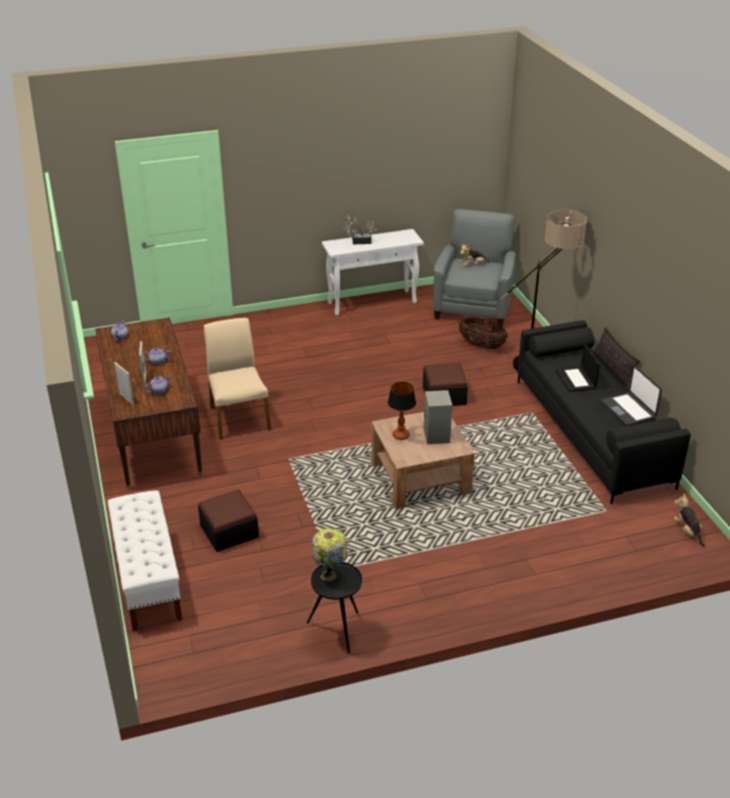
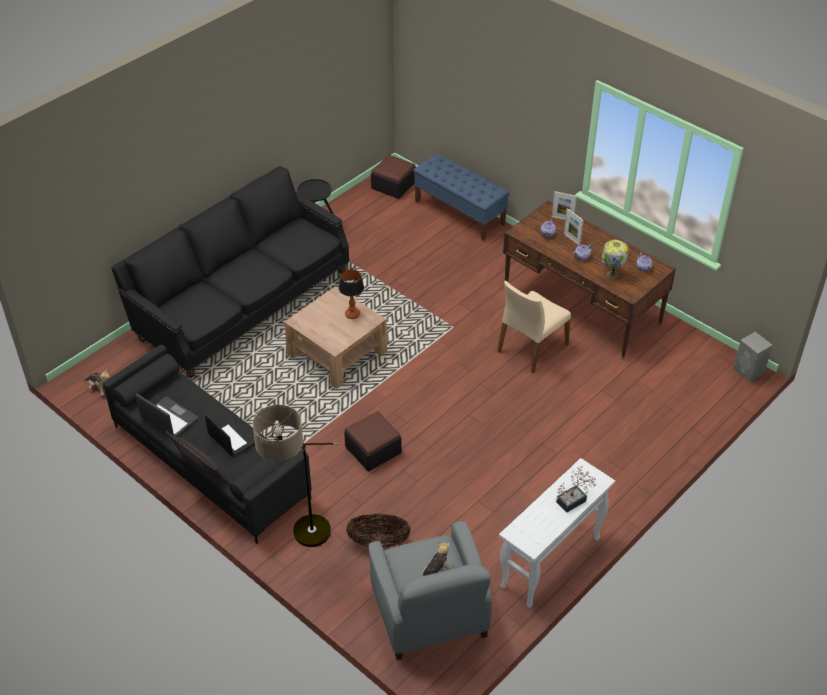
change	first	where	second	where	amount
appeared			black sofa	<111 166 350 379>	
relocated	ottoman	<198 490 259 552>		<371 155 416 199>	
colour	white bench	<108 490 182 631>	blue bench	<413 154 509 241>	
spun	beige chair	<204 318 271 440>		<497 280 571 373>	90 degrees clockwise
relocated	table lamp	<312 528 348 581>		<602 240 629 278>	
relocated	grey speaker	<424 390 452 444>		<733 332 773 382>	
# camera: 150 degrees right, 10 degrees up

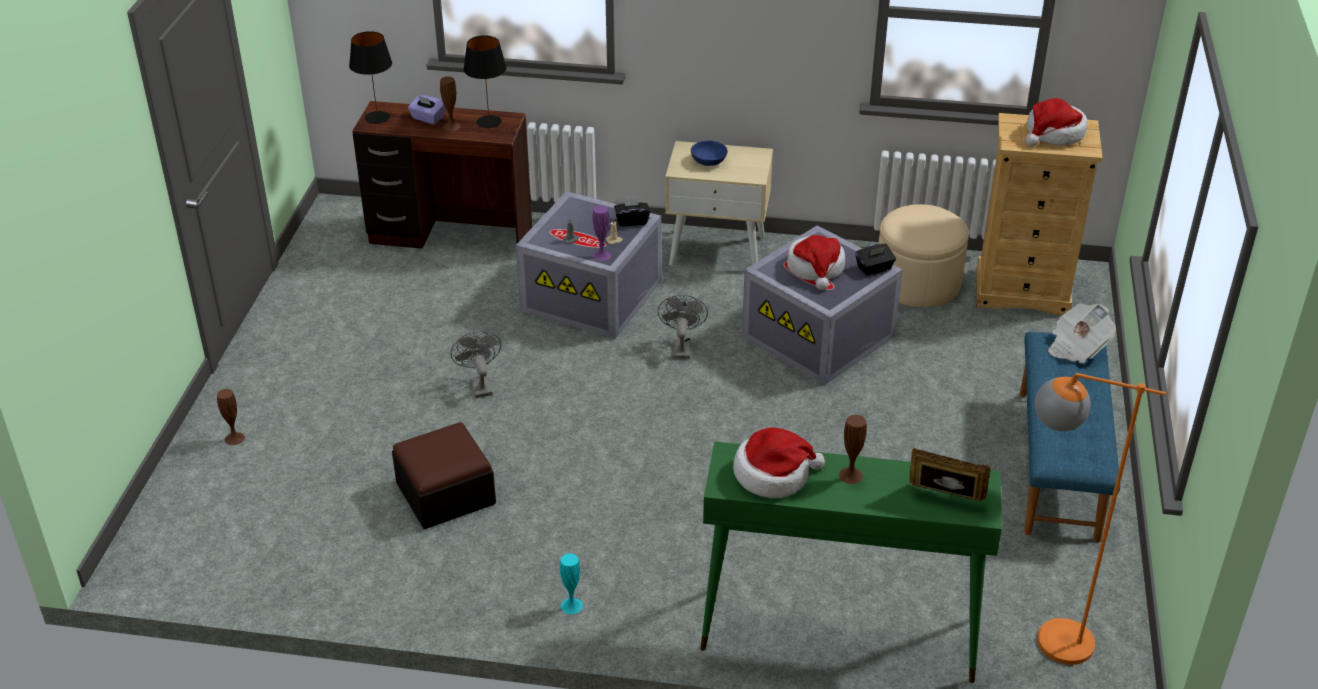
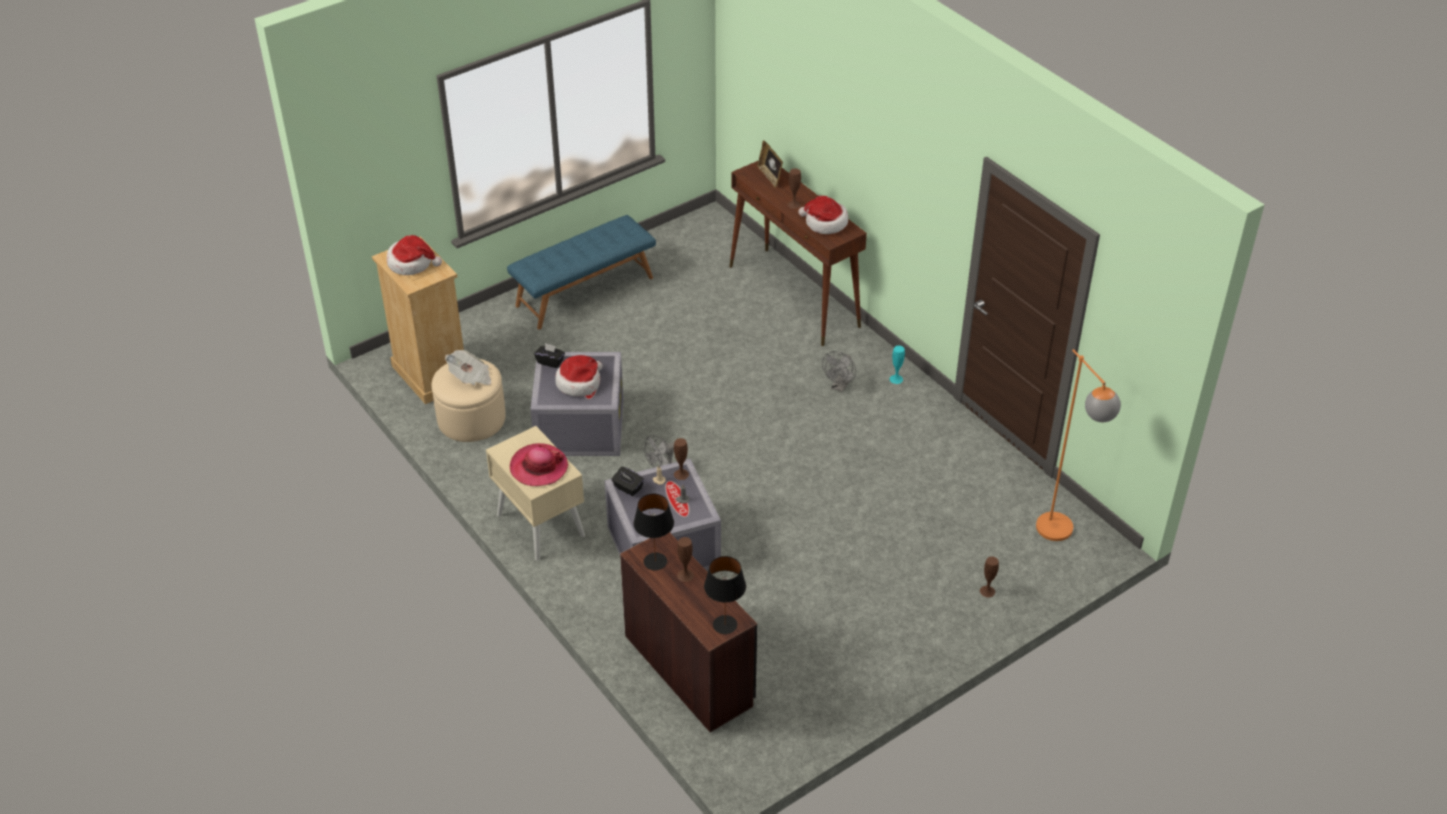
change	first	where	second	where	amount
relocated	newspaper	<1048 304 1116 364>		<445 350 491 385>	
exchanged	blue bowl	<691 140 728 166>	hat	<510 443 568 486>	
colour	purple vase	<593 205 611 261>	brown vase	<674 438 689 480>	
colour	green console table	<700 441 1002 683>	brown console table	<730 160 867 346>	
relocated	grey fan	<450 331 501 398>		<822 351 856 392>	
relocated	orange floor lamp	<1035 373 1166 665>		<1036 349 1121 541>	
missing	ottoman	<392 422 496 529>			
missing	purple tissue box	<408 95 445 124>			
# camera: 135 degrees left, 5 degrees up

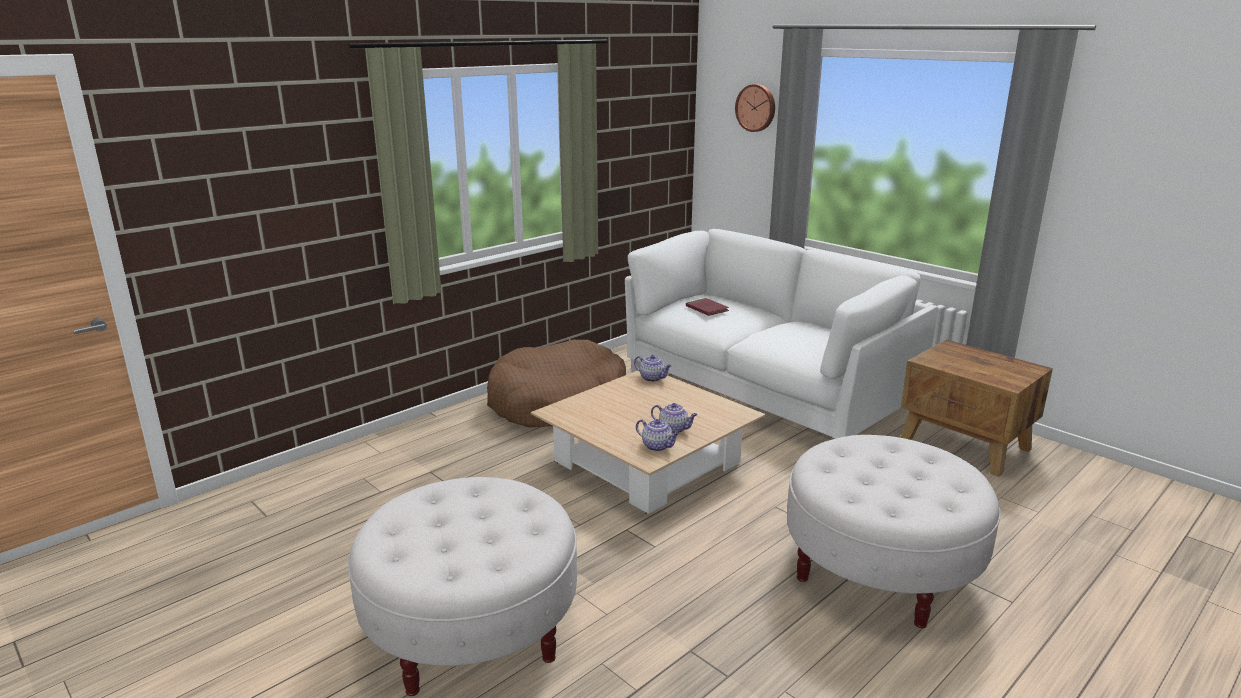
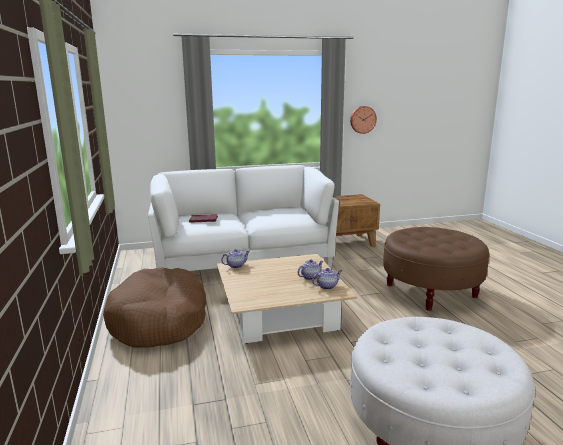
change	first	where	second	where	amount
relocated	wall clock	<735 84 775 132>		<350 106 377 134>	
colour	white ottoman	<787 435 1001 628>	brown ottoman	<383 227 490 311>	
# camera: 60 degrees left, 5 degrees down

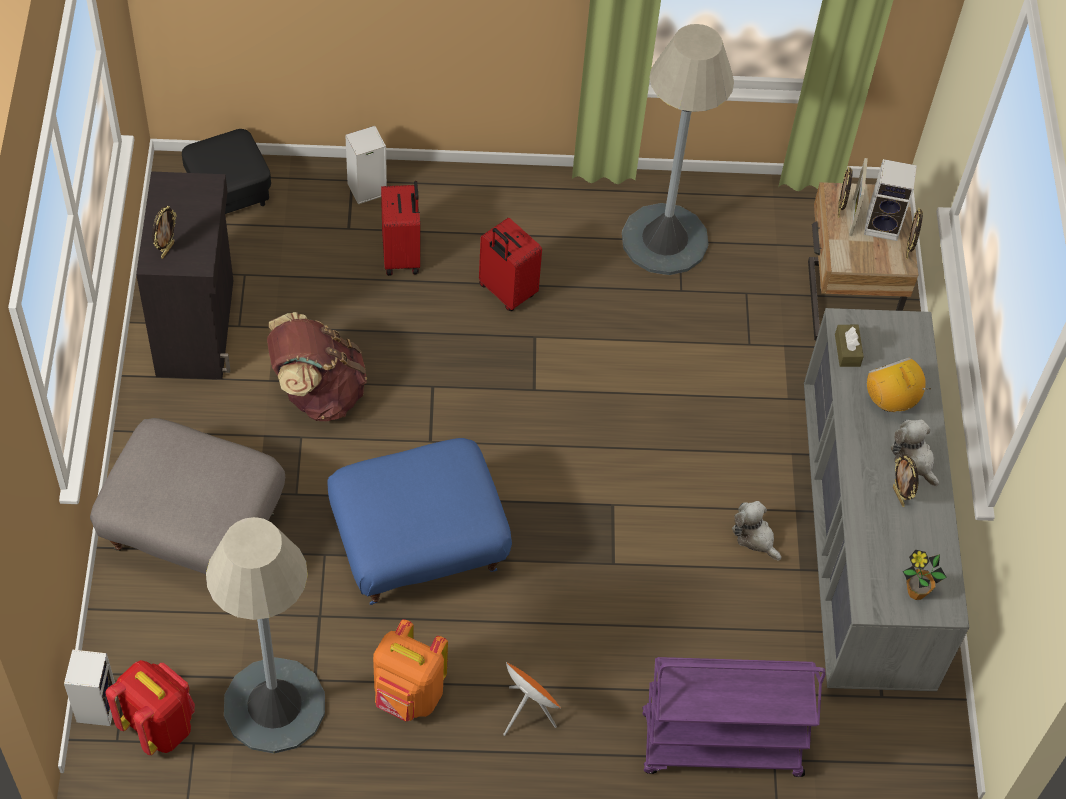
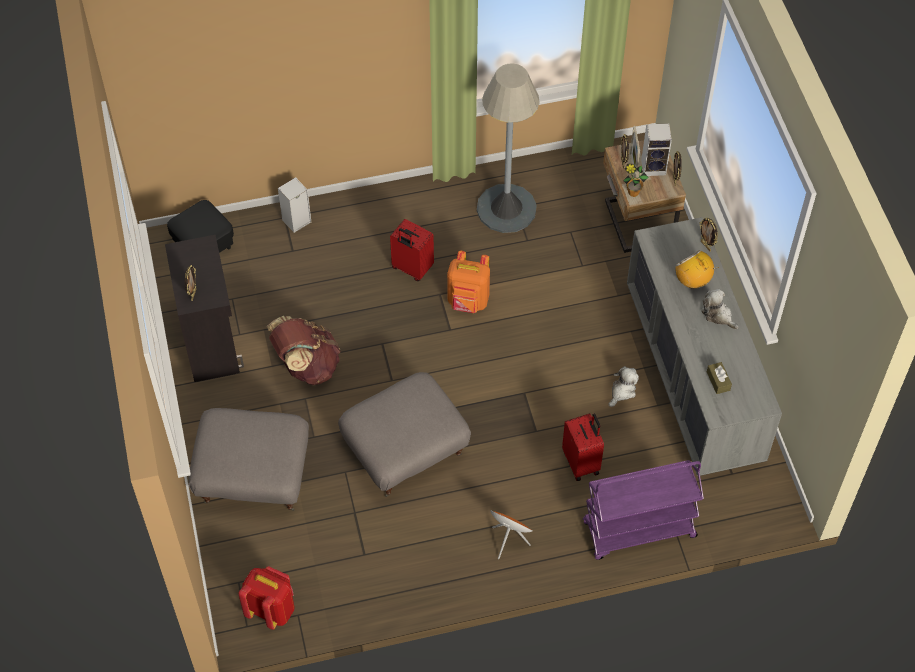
change	first	where	second	where	amount
colour	blue ottoman	<327 438 512 605>	grey ottoman	<338 372 471 497>	
relocated	orange backpack	<373 619 448 721>		<447 251 490 313>	
relocated	red suitcase	<381 181 420 276>		<562 413 604 481>	
spun	plush toy	<732 501 781 561>		<608 366 639 407>	90 degrees clockwise
relocated	potted plant	<903 550 947 600>		<623 164 649 197>	
relocated	picture frame	<893 455 919 507>		<699 218 718 251>	
relocated	brown tissue box	<835 325 864 367>		<707 362 732 394>	
missing	speaker	<64 649 117 726>			
missing	grey floor lamp	<206 517 325 754>			
# camera: 10 degrees left, 0 degrees up

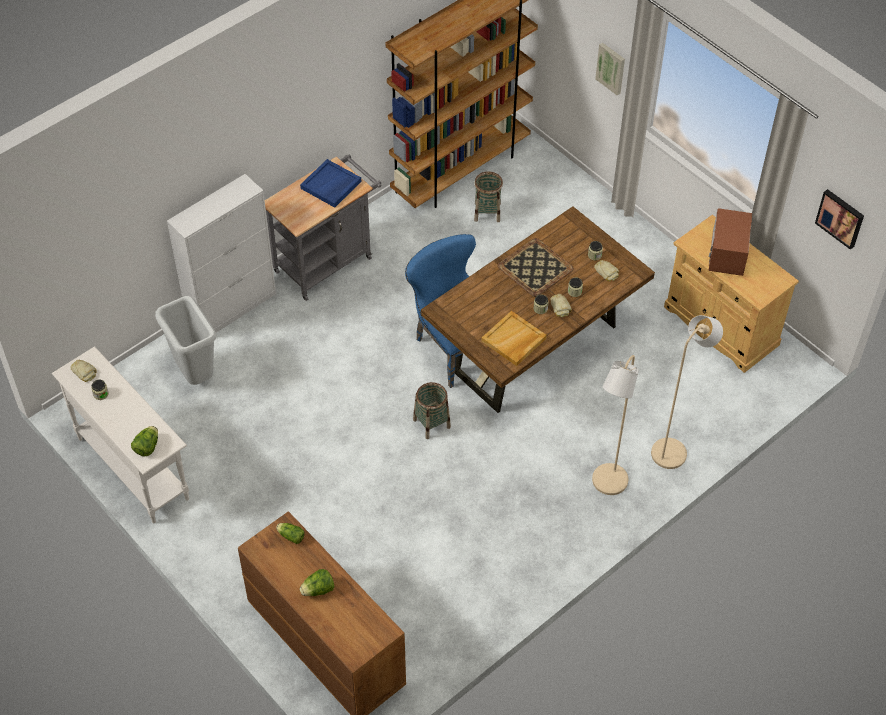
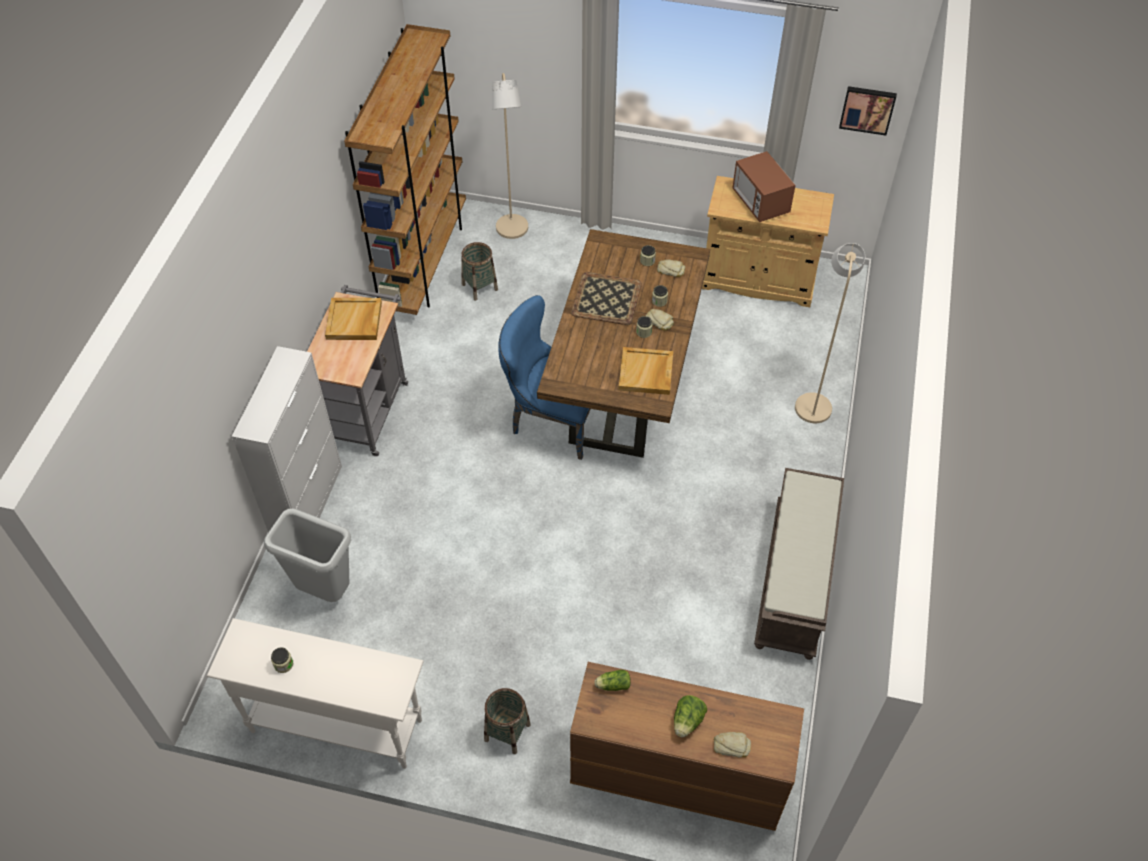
change	first	where	second	where	amount
colour	blue tray	<300 159 361 208>	beige tray	<325 298 382 340>	
relocated	basket	<413 382 451 439>		<484 688 531 754>	
relocated	beige floor lamp	<592 355 639 495>		<492 73 528 239>	
relocated	bread	<71 360 97 382>		<714 732 751 757>	
appeared			brown bench	<754 468 844 660>	
missing	lettuce	<131 426 158 456>			
missing	picture	<595 43 625 96>			
# camera: 35 degrees left, 0 degrees up

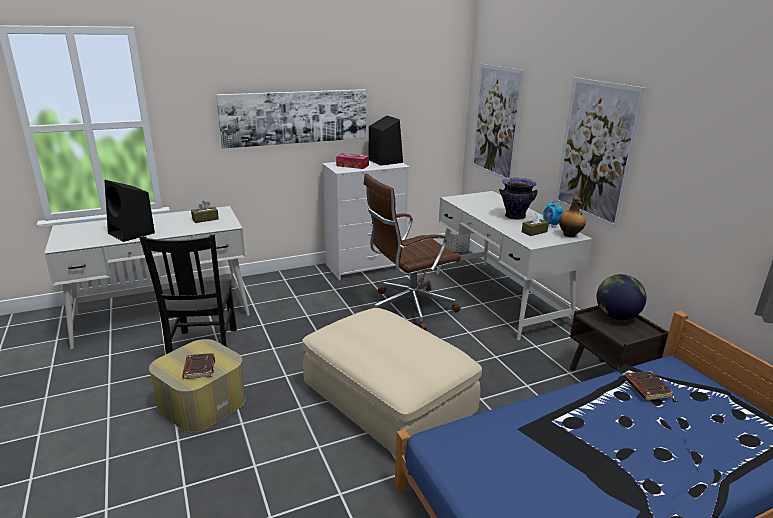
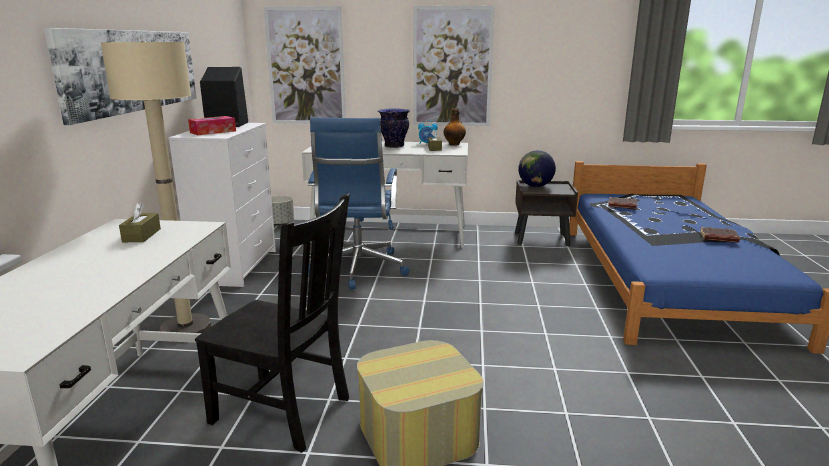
change	first	where	second	where	amount
appeared			beige floor lamp	<101 41 211 333>	
colour	brown office chair	<364 174 461 330>	blue office chair	<308 117 409 290>	
relocated	brown book	<182 353 215 379>		<700 227 740 243>	
missing	black speaker	<104 180 155 242>			
missing	beige ottoman	<302 308 482 456>			
# camera: 60 degrees left, 5 degrees down

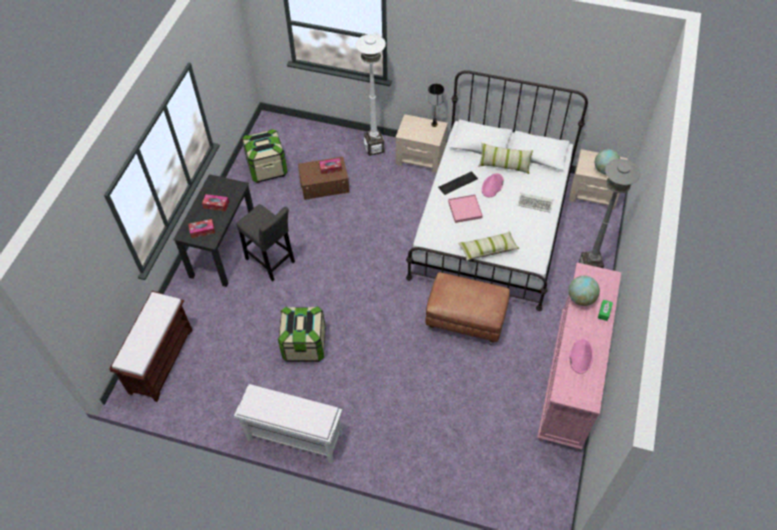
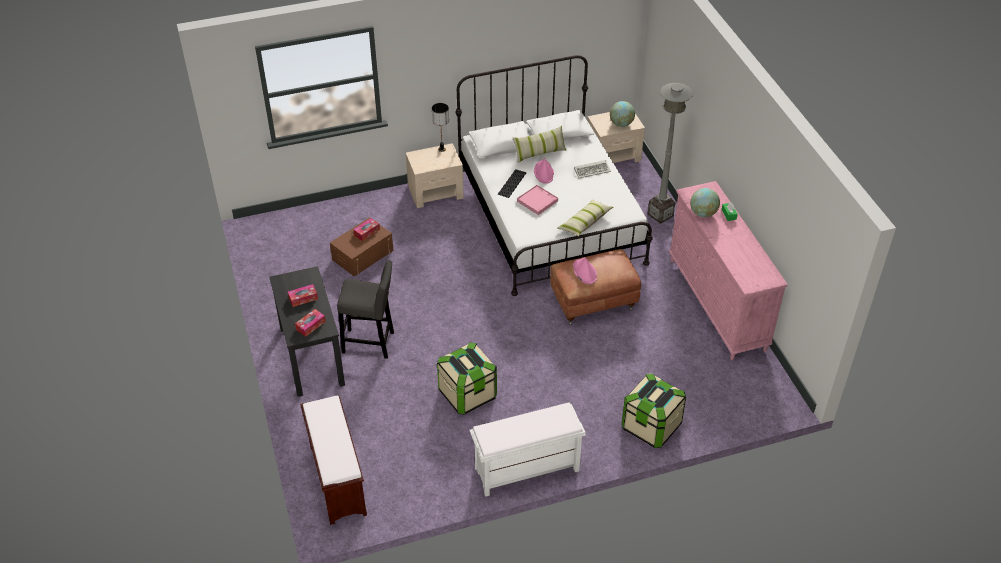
change	first	where	second	where	amount
relocated	pink hat	<569 339 593 374>		<573 257 597 284>	
relocated	storage box	<242 129 288 183>		<622 374 686 448>	
missing	white floor lamp	<356 34 386 156>			
# camera: 35 degrees left, 10 degrees down

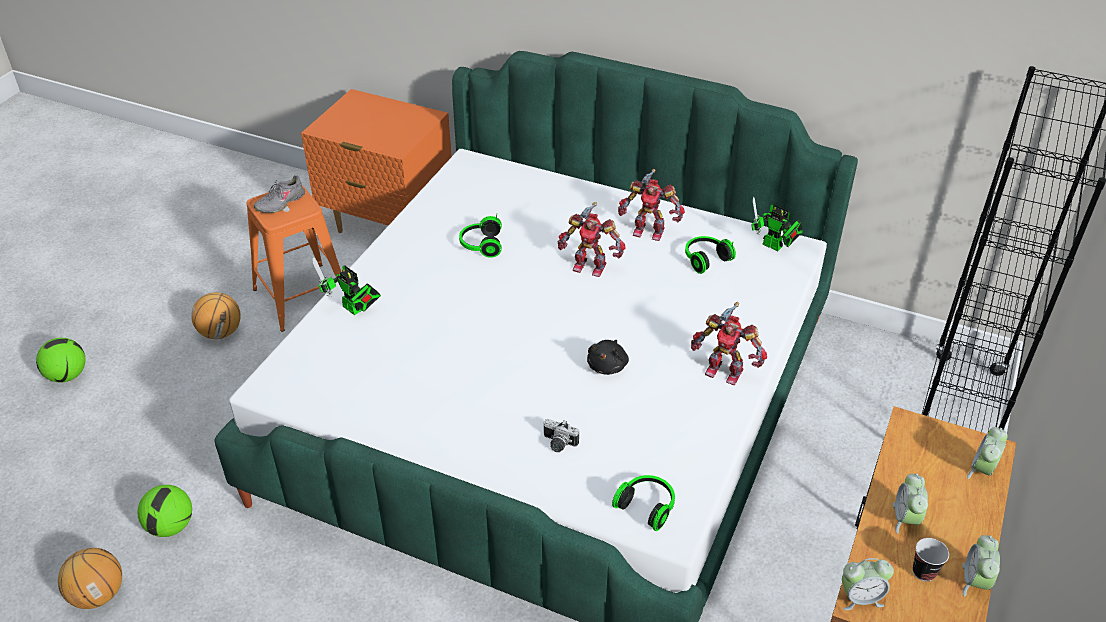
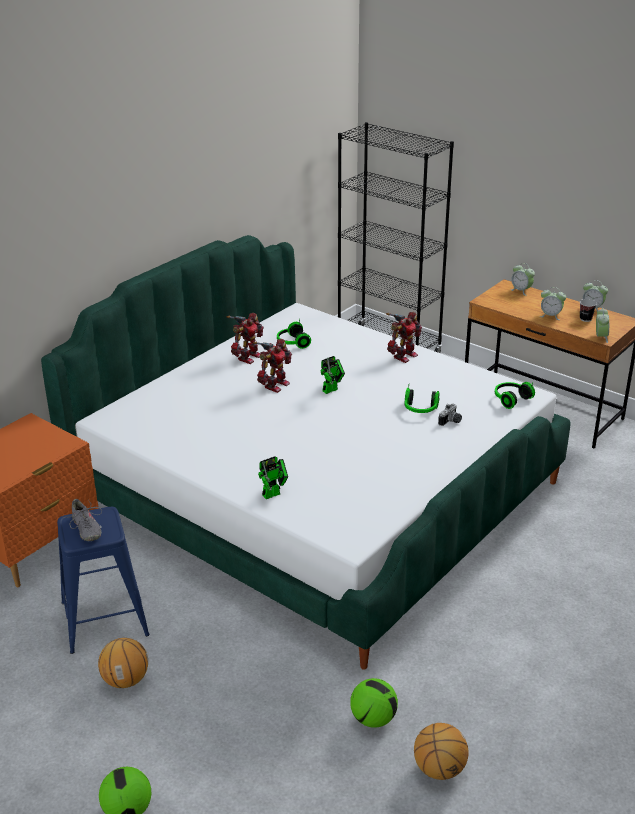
change	first	where	second	where	amount
colour	orange stool	<246 185 341 332>	blue stool	<57 507 149 654>	
relocated	toy robot	<751 197 803 251>		<321 356 345 394>	
relocated	headphones	<459 214 502 258>		<405 387 439 413>	
missing	black plush toy	<587 340 629 375>			
# camera: 75 degrees left, 10 degrees down

